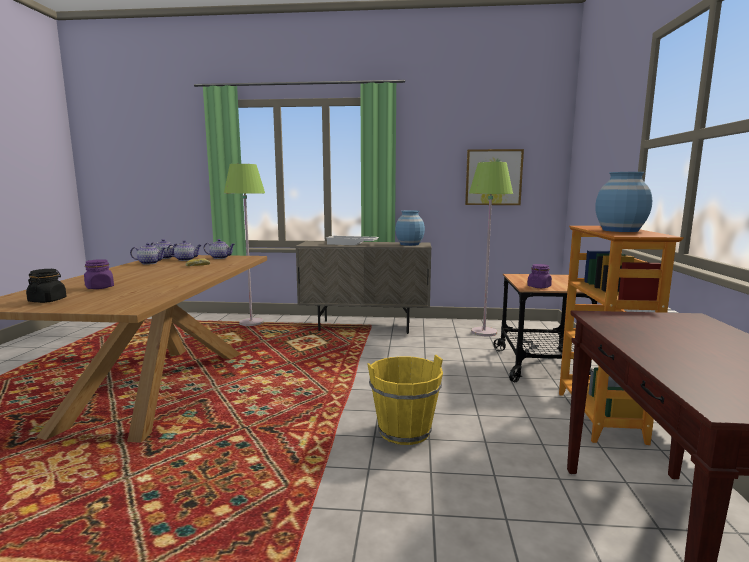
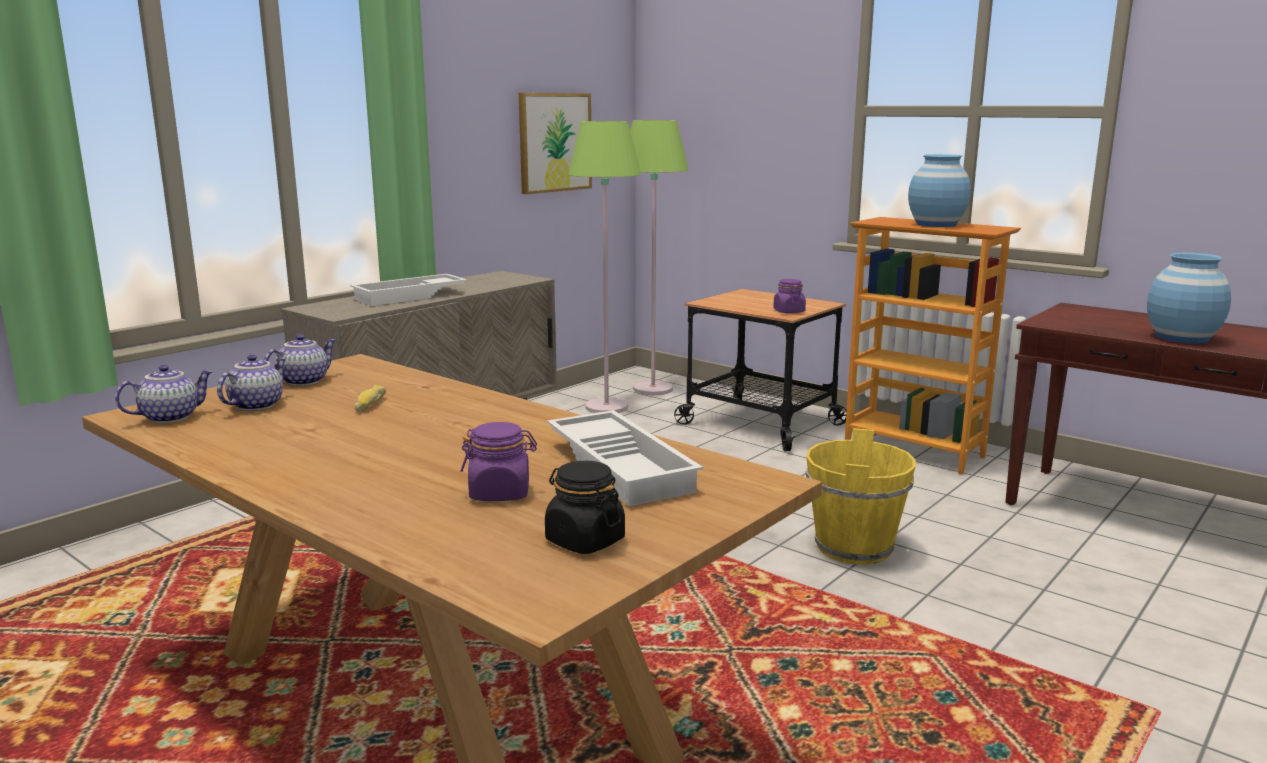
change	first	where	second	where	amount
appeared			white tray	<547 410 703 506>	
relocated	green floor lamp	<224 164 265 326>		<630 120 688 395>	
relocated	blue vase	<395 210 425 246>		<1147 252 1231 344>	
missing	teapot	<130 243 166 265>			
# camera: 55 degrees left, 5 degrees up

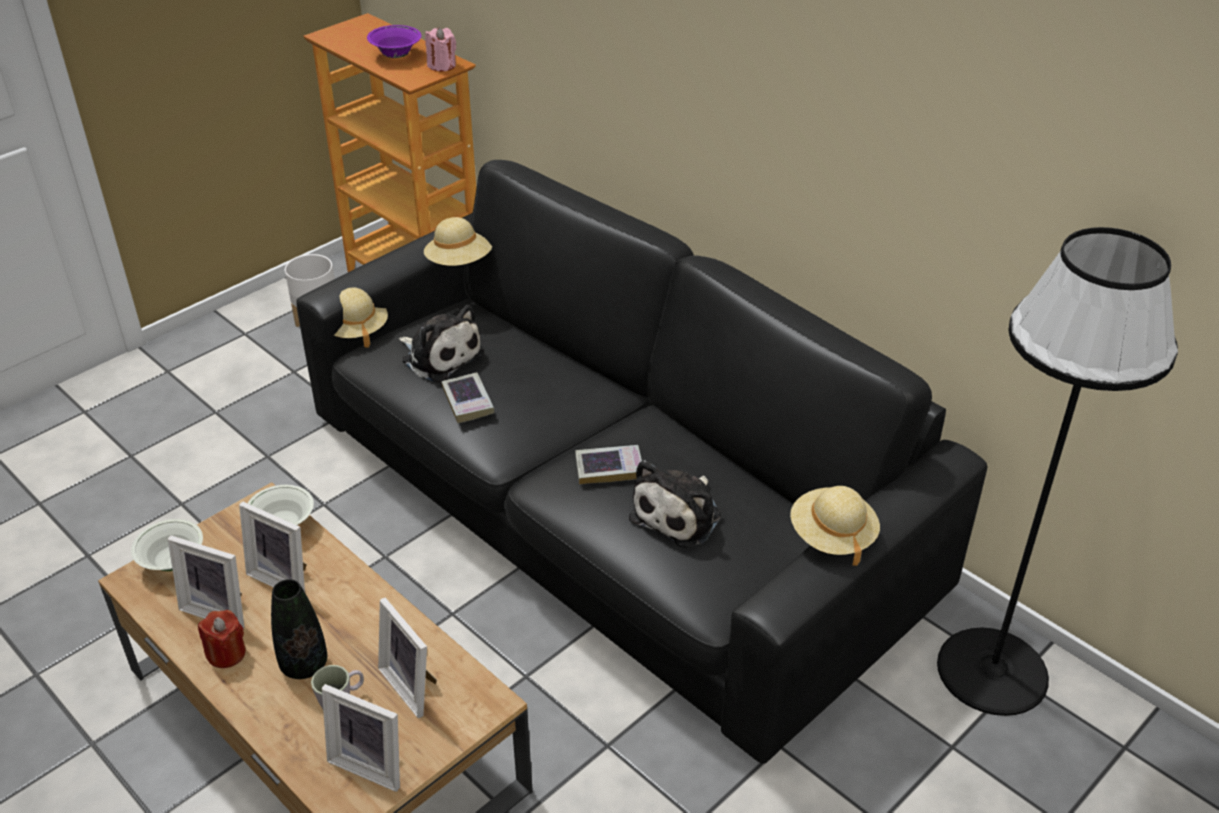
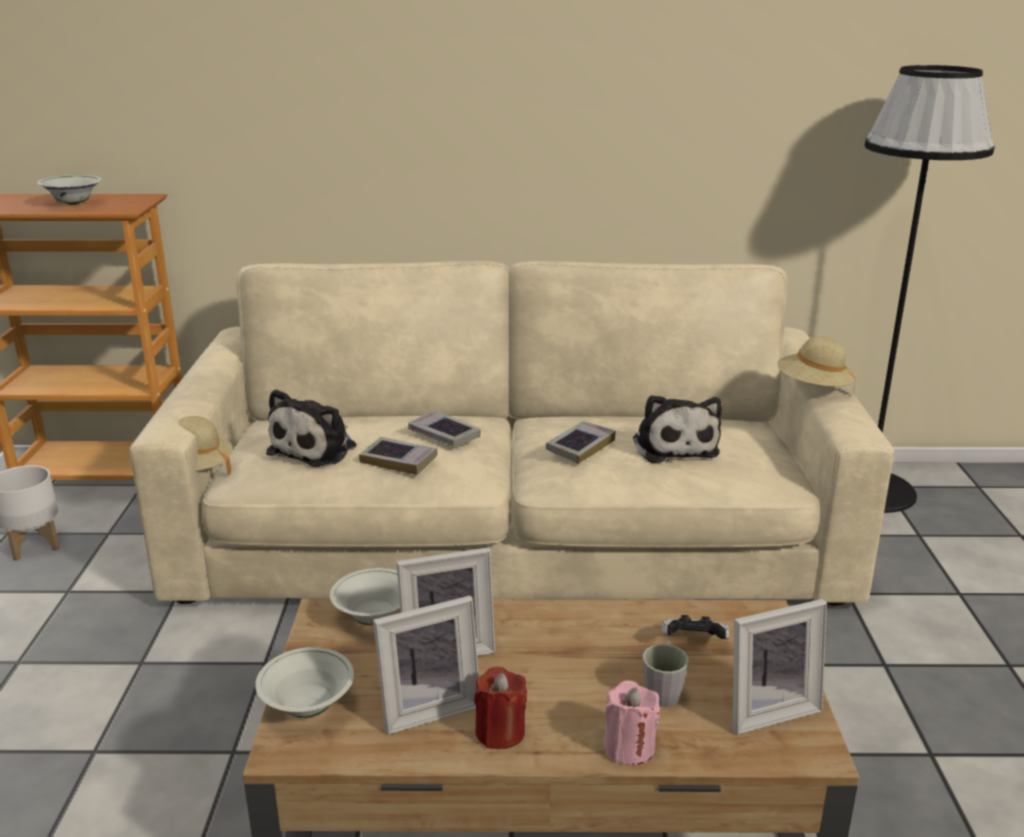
change	first	where	second	where	amount
colour	purple bowl	<367 25 421 58>	white bowl	<37 175 102 205>	
colour	black sofa	<296 160 988 764>	beige sofa	<129 261 894 606>	
spun	plush toy	<399 305 484 383>		<266 389 357 467>	120 degrees clockwise
appeared			book	<408 410 481 447>	
relocated	pink candle	<425 27 456 71>		<604 680 660 765>	
exchanged	picture frame	<378 597 437 718>	game controller	<662 615 730 639>	
missing	black vase	<271 579 327 679>			
missing	beige hat	<424 217 492 266>			
# camera: 45 degrees left, 15 degrees down

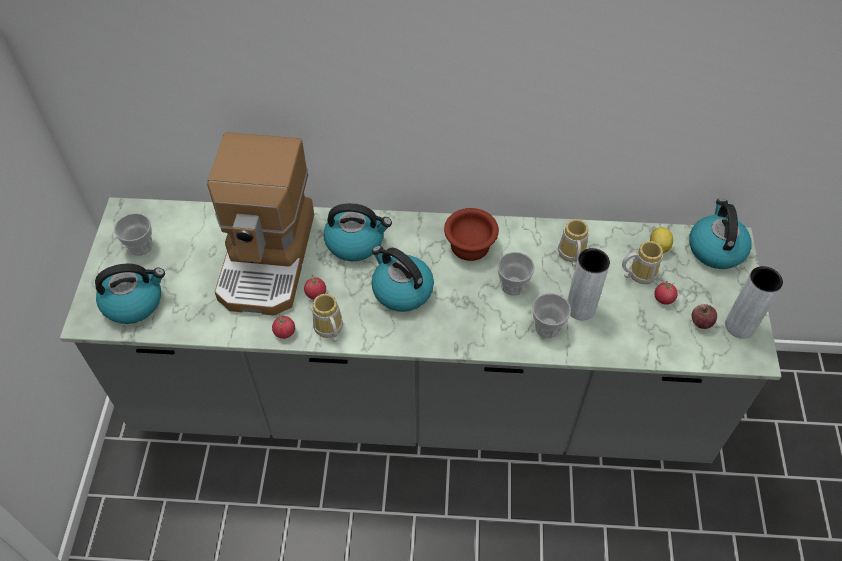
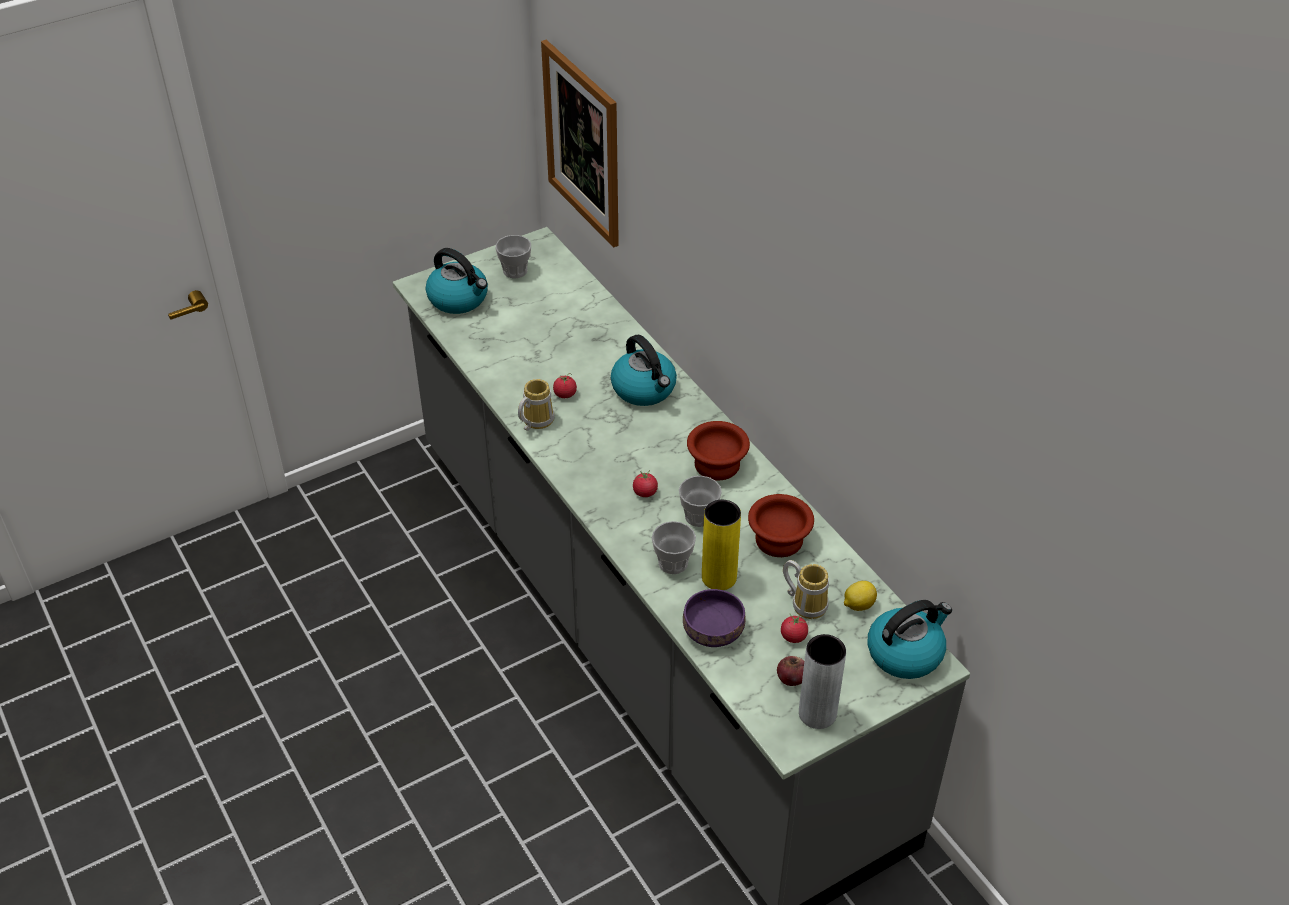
change	first	where	second	where	amount
appeared			picture	<541 40 619 247>	
relocated	tomato	<272 314 295 339>		<633 470 658 497>	
appeared			purple bowl	<683 589 745 647>	
colour	grey vase	<567 248 610 321>	yellow vase	<702 500 741 590>	
exchanged	mug	<558 219 589 266>	brown bowl	<748 494 814 557>	
missing	coffee machine	<207 132 314 315>			
missing	kettle	<371 246 434 312>			
# camera: 55 degrees right, 10 degrees down

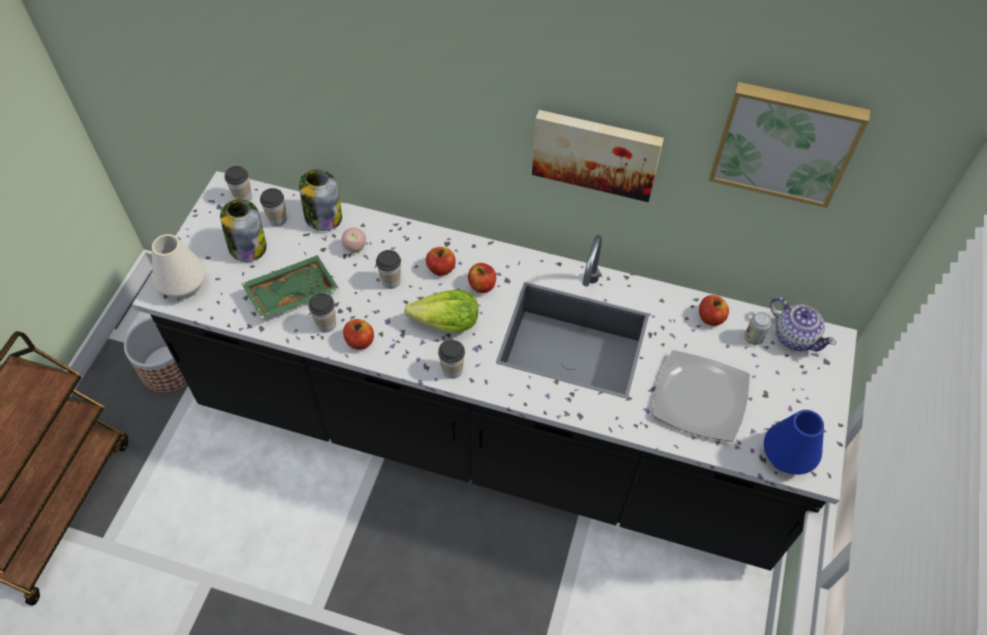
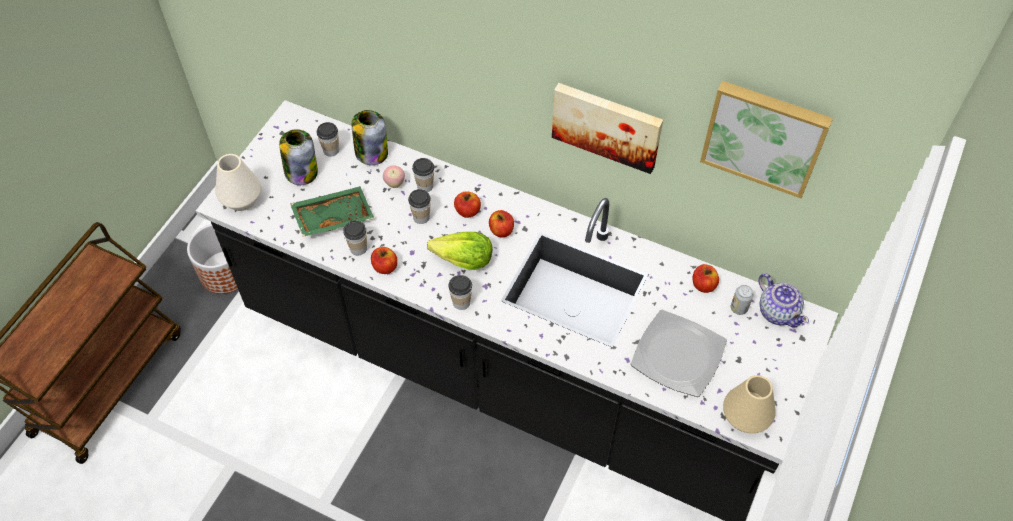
change	first	where	second	where	amount
relocated	cup	<225 166 252 201>		<412 158 434 192>	
colour	blue vase	<764 410 824 475>	beige vase	<723 375 776 433>	
# camera: 10 degrees right, 0 degrees up

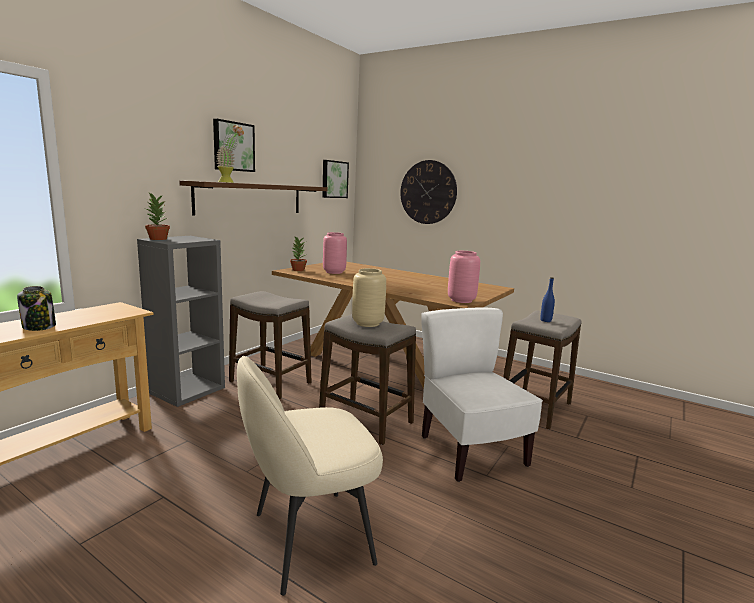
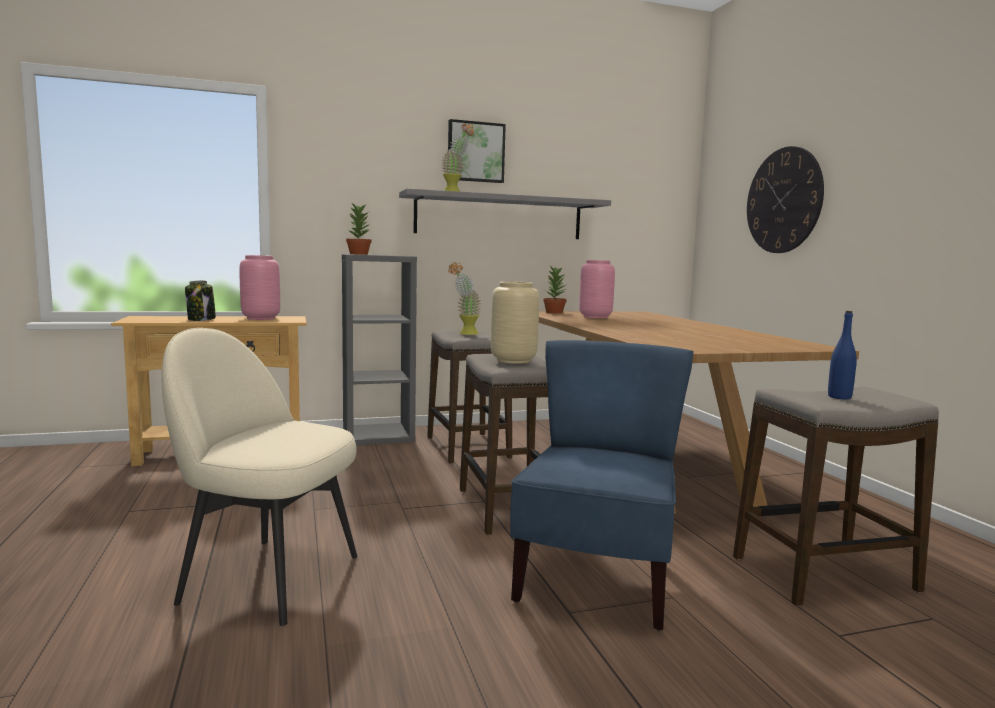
change	first	where	second	where	amount
relocated	pink vase	<448 251 480 303>		<239 255 280 320>	
colour	brown shelf	<179 181 328 216>	grey shelf	<399 189 611 239>	
appeared			potted plant	<448 262 481 335>	
colour	white chair	<421 308 543 482>	blue chair	<510 340 694 630>	
missing	picture	<322 160 349 198>			
# camera: 40 degrees right, 5 degrees down

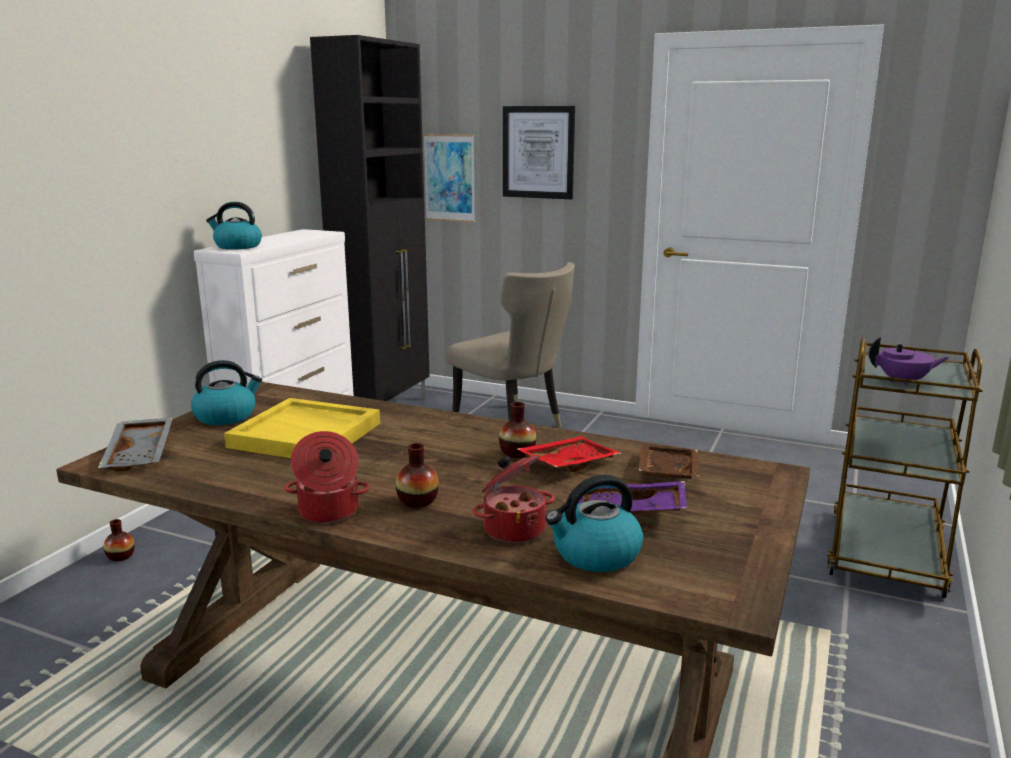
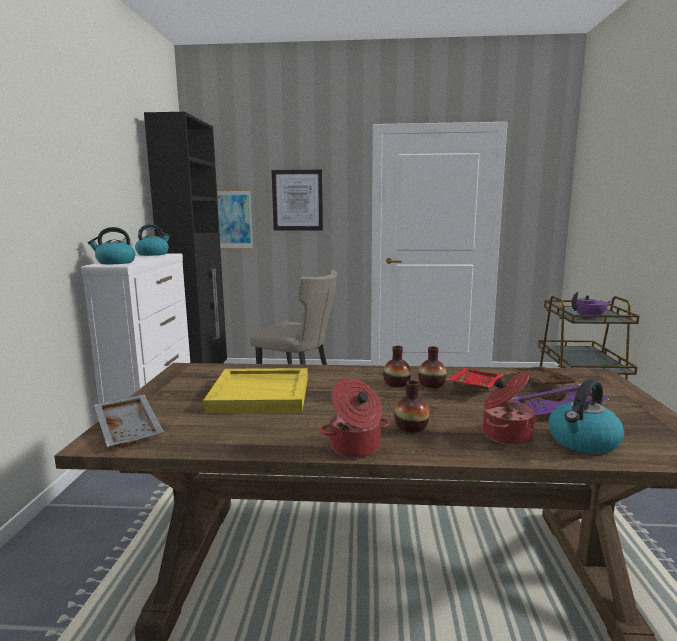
change	first	where	second	where	amount
relocated	kettle	<191 360 262 425>		<135 224 170 256>	
relocated	vase	<104 519 135 561>		<383 346 411 387>	
# camera: 20 degrees left, 5 degrees down

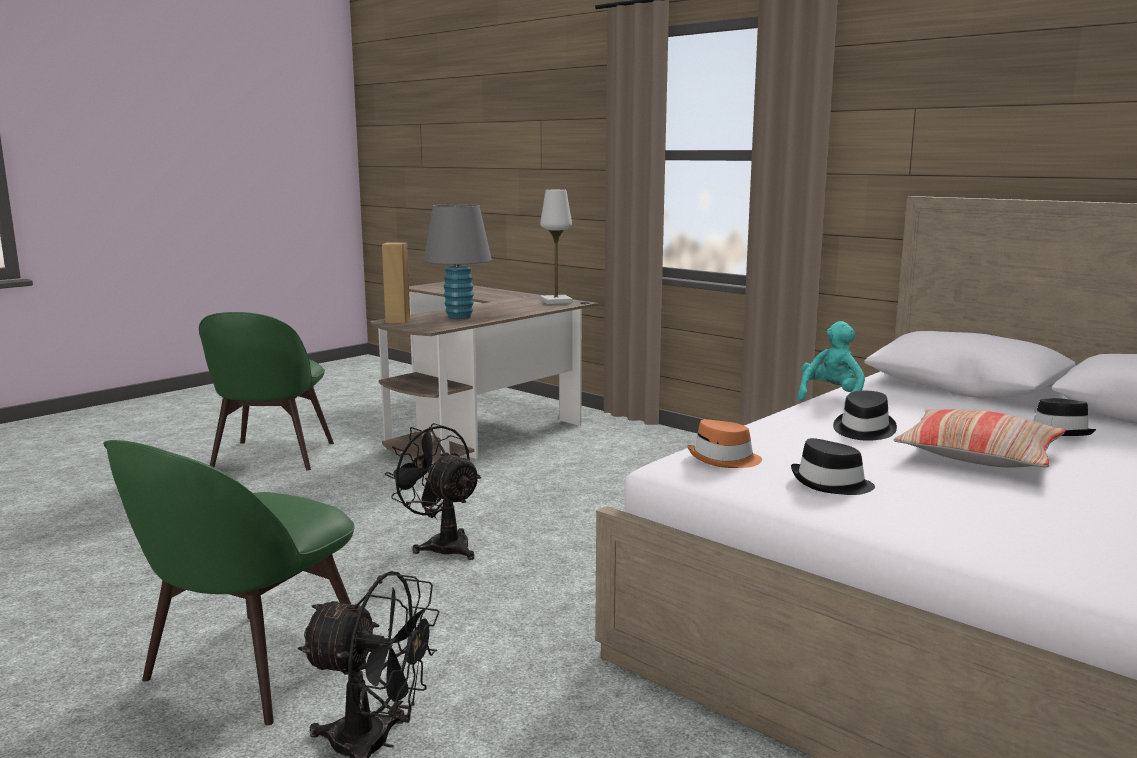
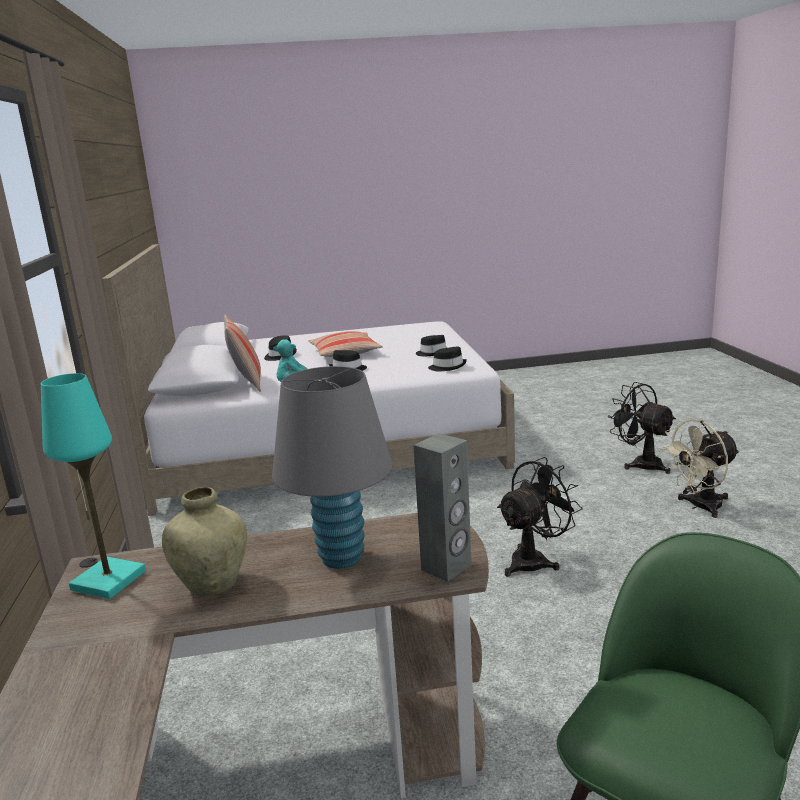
change	first	where	second	where	amount
colour	white table lamp	<540 189 573 304>	turquoise table lamp	<41 373 146 599>	
appeared			beige vase	<162 487 247 596>	
appeared			pillow	<224 314 261 392>	
colour	brown speaker	<382 242 410 323>	grey speaker	<413 433 472 582>	
colour	orange hat	<687 419 762 468>	black hat	<428 347 467 371>	
spun	black fan	<385 423 481 560>		<497 457 583 577>	120 degrees counterclockwise
exchanged	green chair	<103 440 355 725>	beige fan	<661 419 740 518>	
# camera: 140 degrees left, 5 degrees up

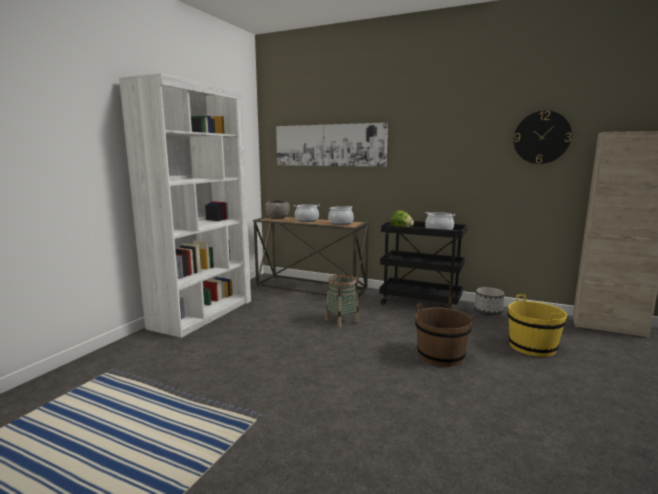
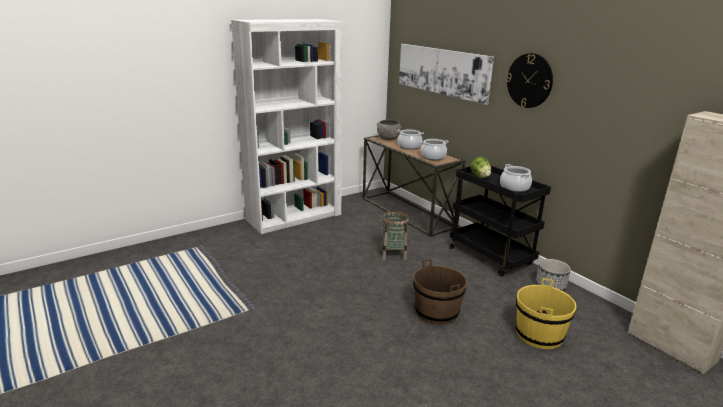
change	first	where	second	where	amount
relocated	wall clock	<514 110 572 164>		<506 53 553 108>	
# camera: 30 degrees right, 10 degrees up

